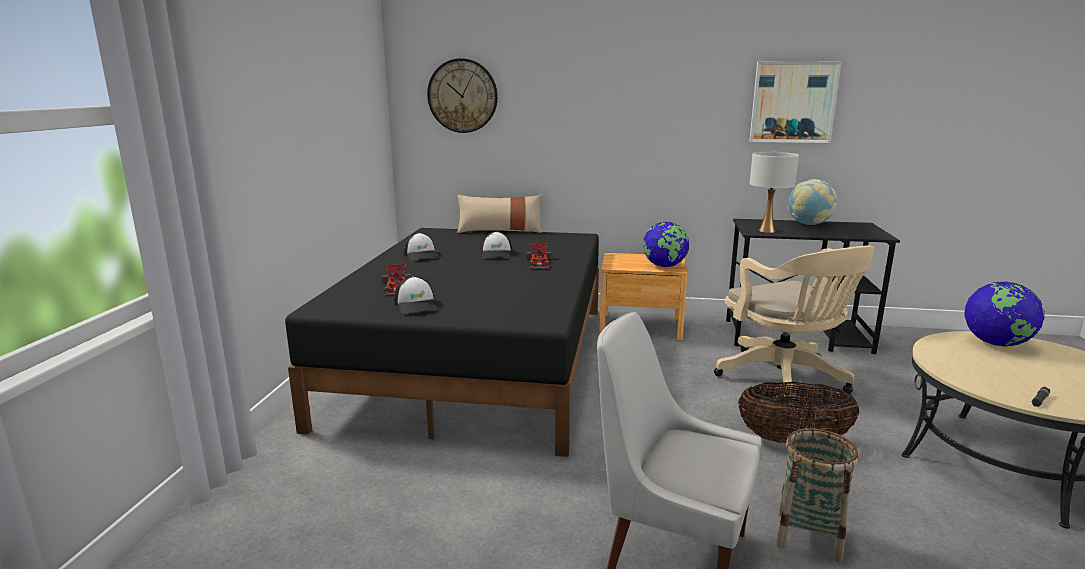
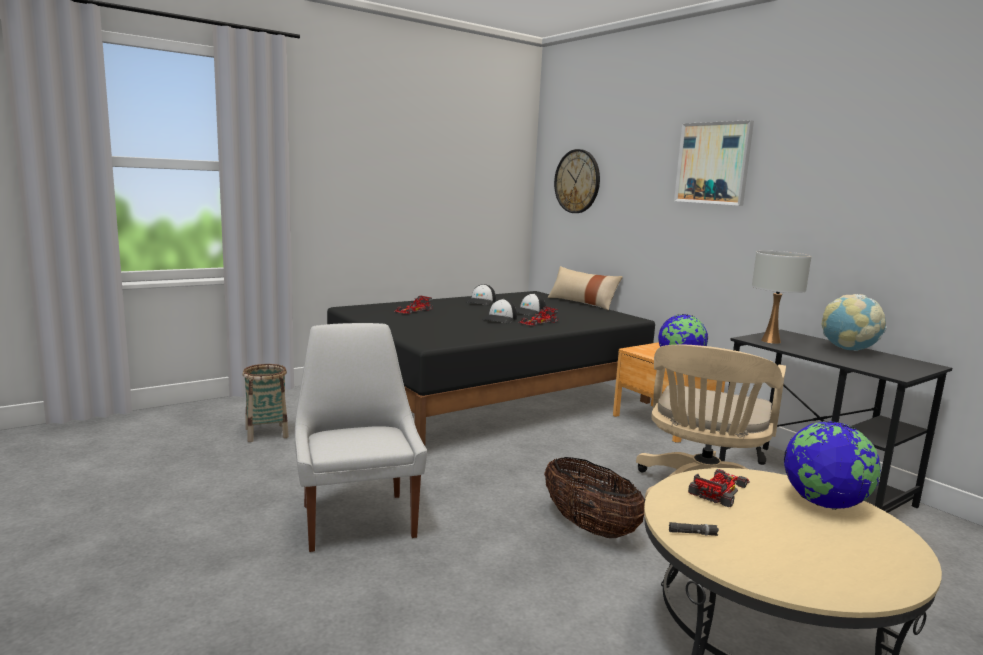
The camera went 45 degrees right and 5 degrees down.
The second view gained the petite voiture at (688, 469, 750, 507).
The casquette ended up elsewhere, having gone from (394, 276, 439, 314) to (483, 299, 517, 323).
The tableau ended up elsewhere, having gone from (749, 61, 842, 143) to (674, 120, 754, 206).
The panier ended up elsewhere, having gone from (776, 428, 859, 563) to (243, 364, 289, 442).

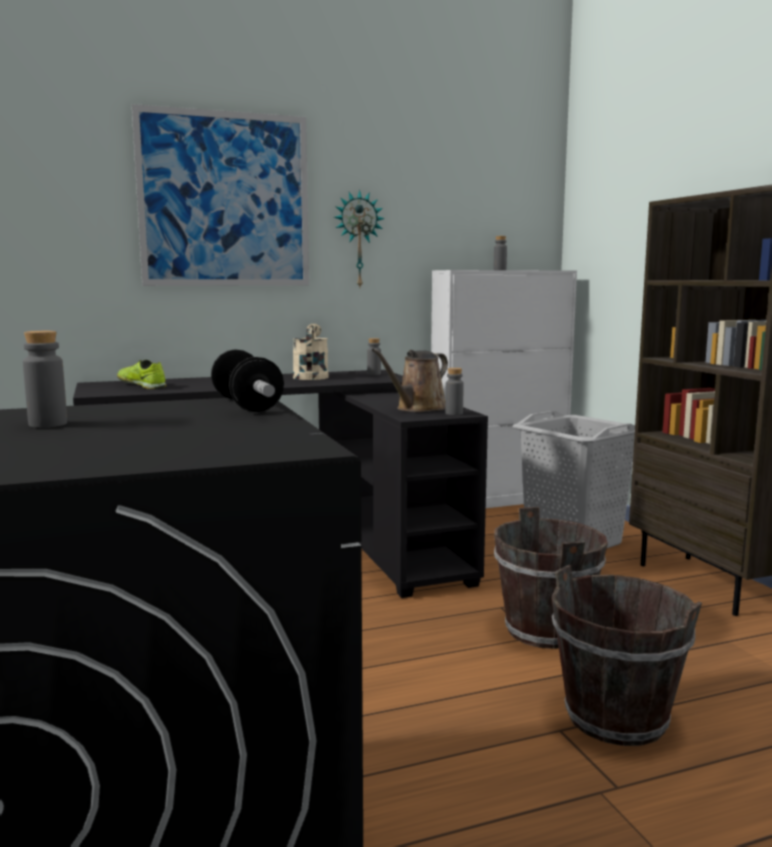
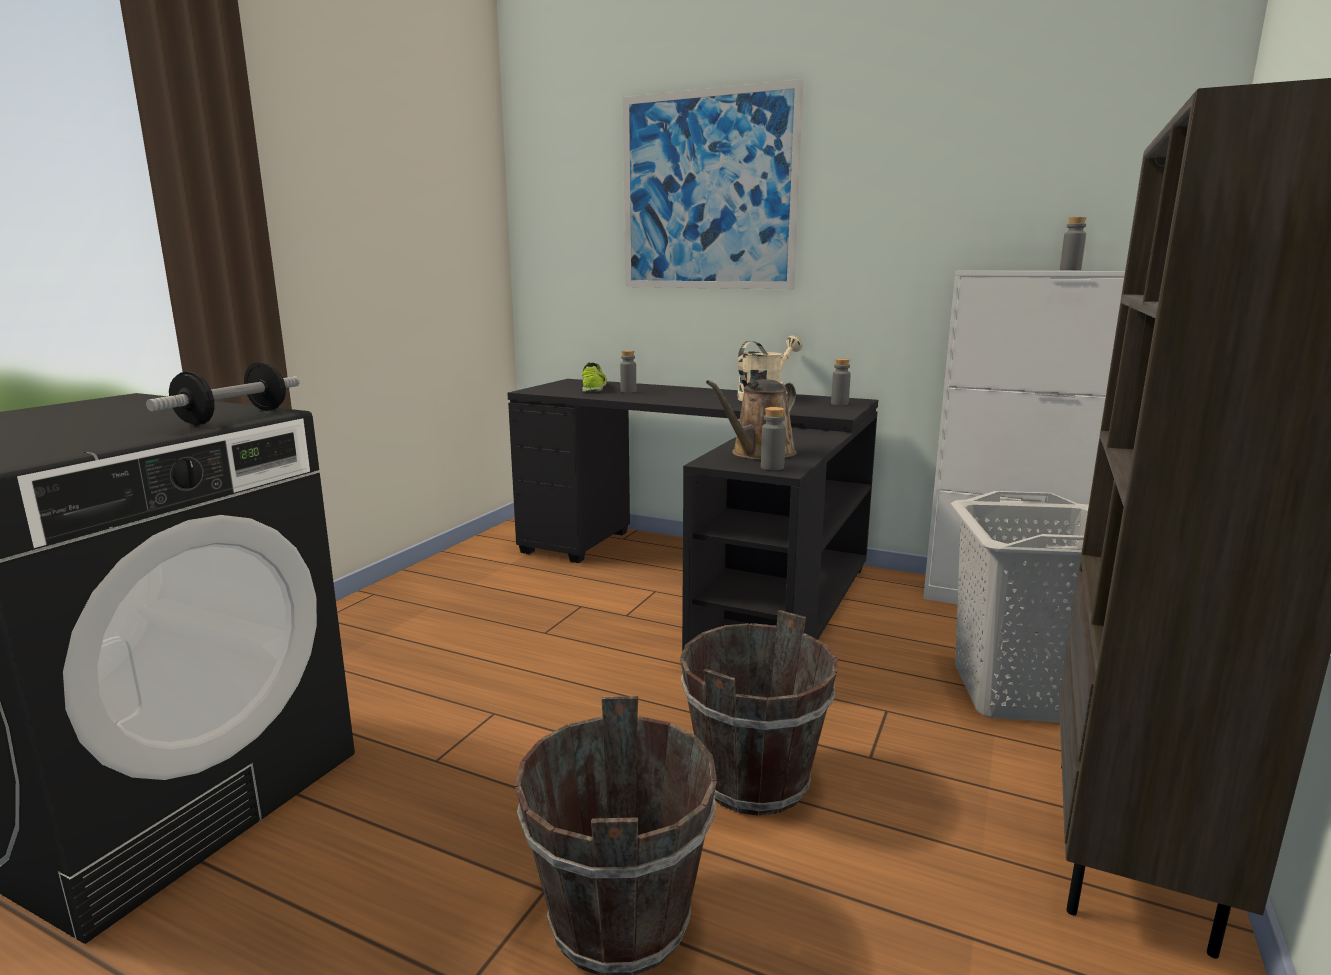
The camera went 45 degrees right and 5 degrees up.
The second view lost the horloge murale at (334, 190, 385, 287).
The bouteille [gris] ended up elsewhere, having gone from (23, 331, 67, 428) to (620, 350, 636, 393).
The arrosoir [marron] at (372, 348, 448, 412) ended up facing another way, 45 degrees counterclockwise from before.

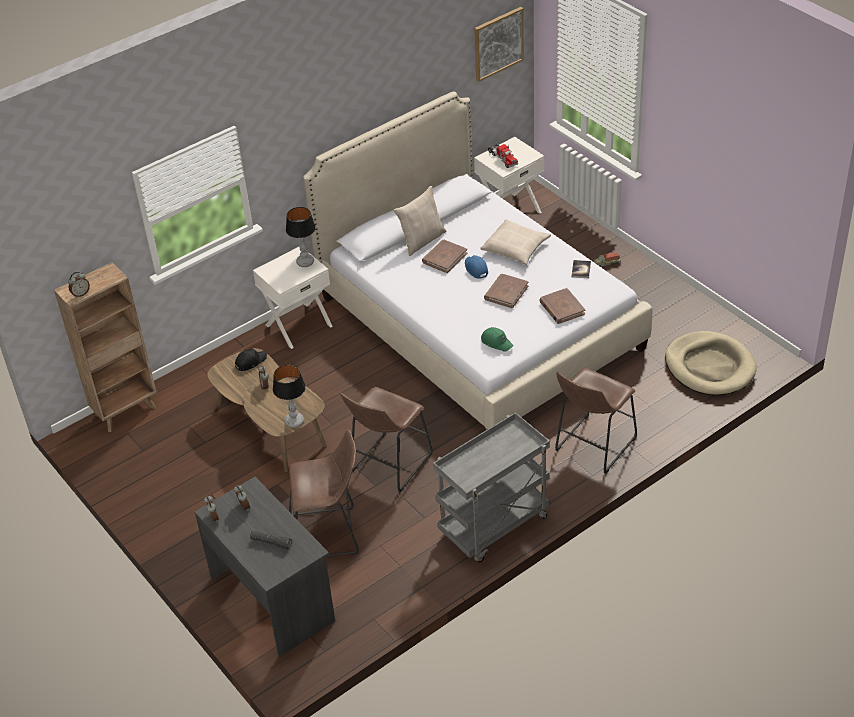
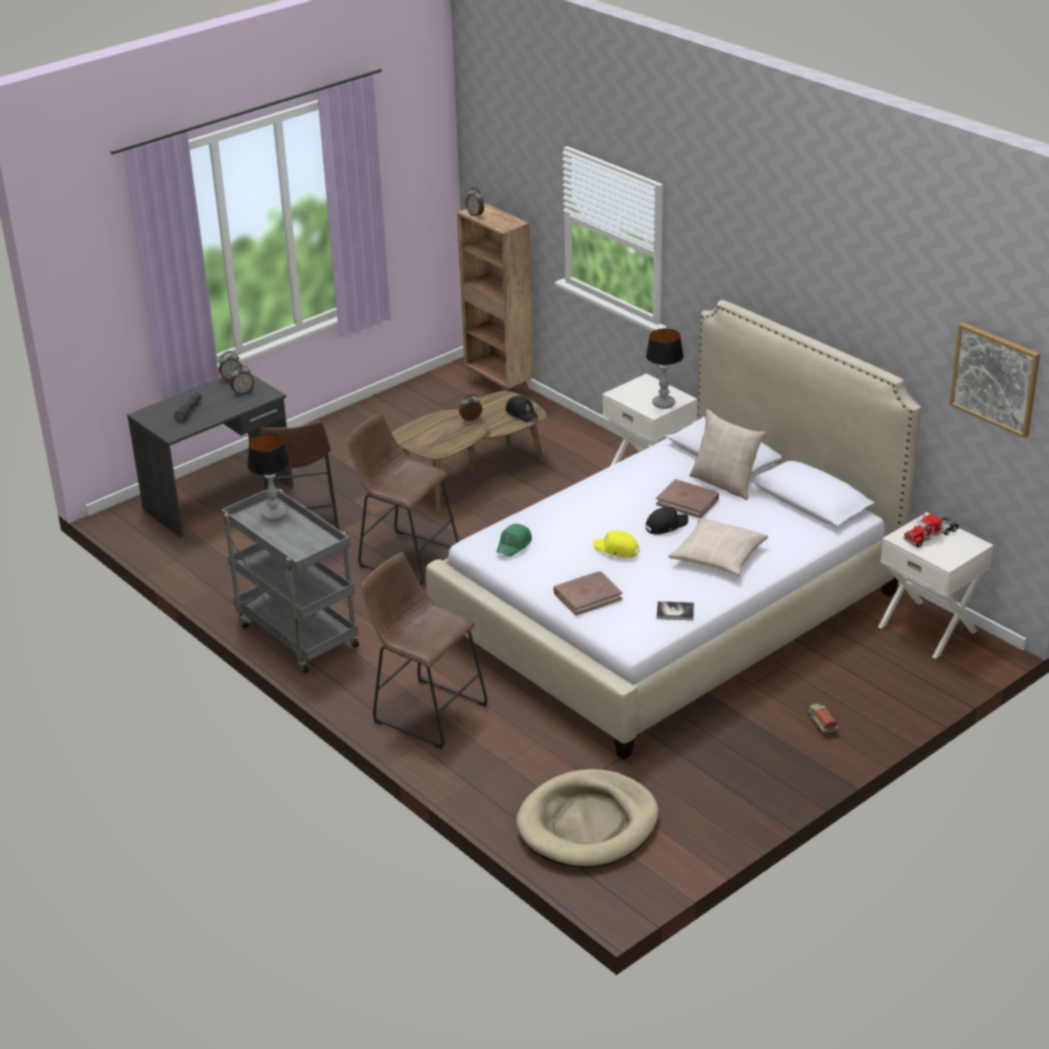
The camera went 85 degrees right and 10 degrees down.
The lampe de table ended up elsewhere, having gone from (273, 365, 306, 428) to (247, 433, 290, 522).
Where the livre [marron] stood at (484, 274, 529, 308), the casquette [jaune] came to stand at (593, 531, 640, 558).
What was the casquette [bleu] at (465, 255, 488, 279) turned into the casquette [noir] at (646, 507, 688, 535).

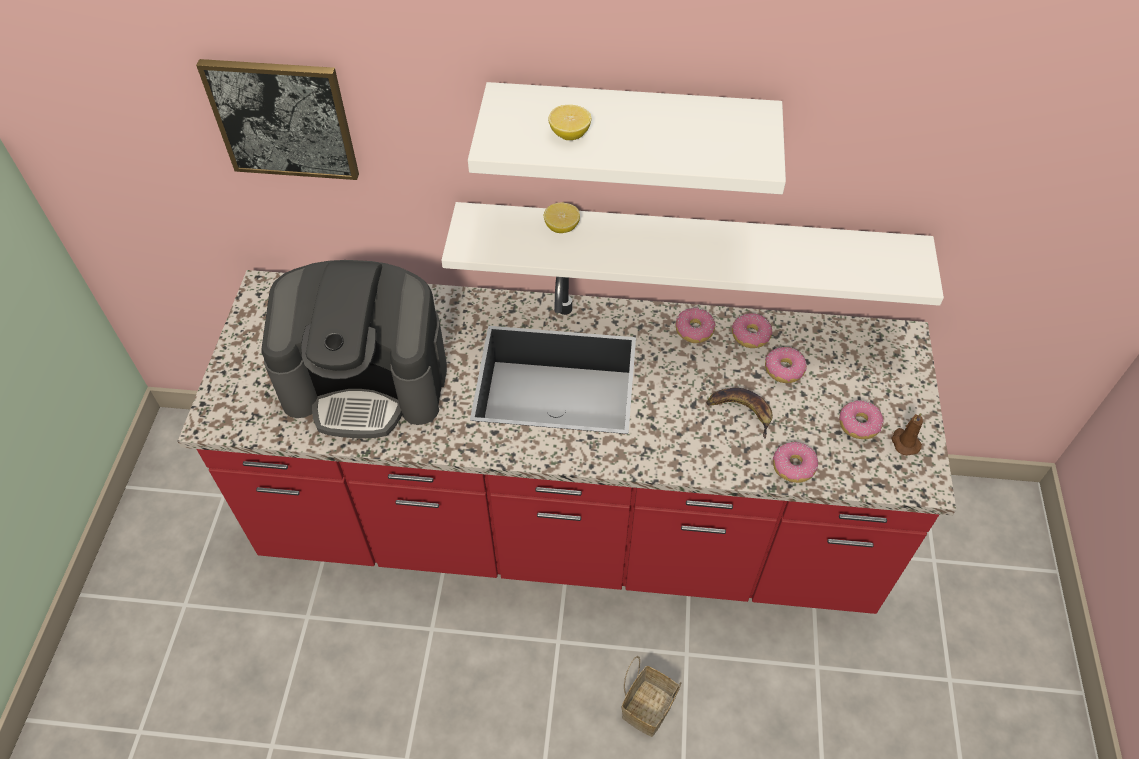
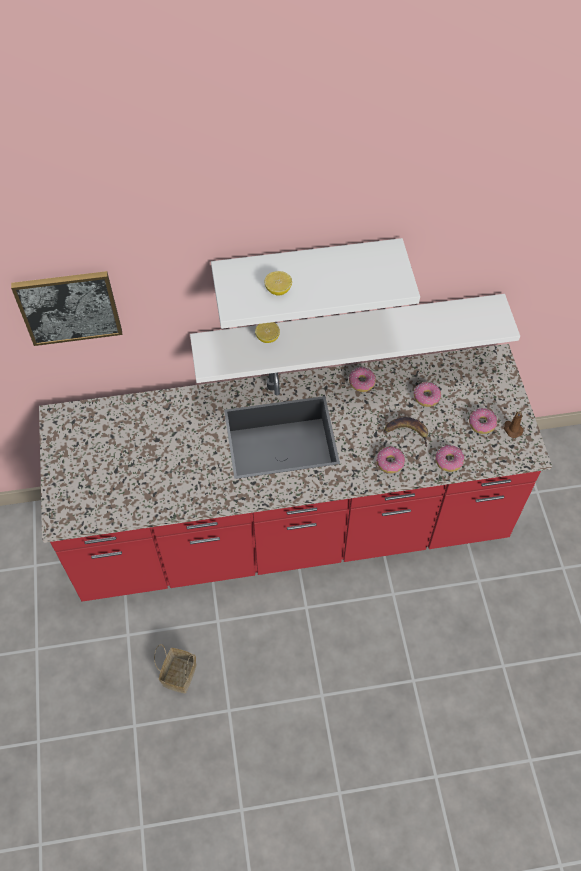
The camera went 15 degrees left and 5 degrees up.
The second view lost the machine à café at (261, 260, 447, 438).
The panier ended up elsewhere, having gone from (621, 656, 681, 737) to (154, 644, 197, 694).
The beignet ended up elsewhere, having gone from (732, 313, 772, 348) to (376, 447, 405, 473).

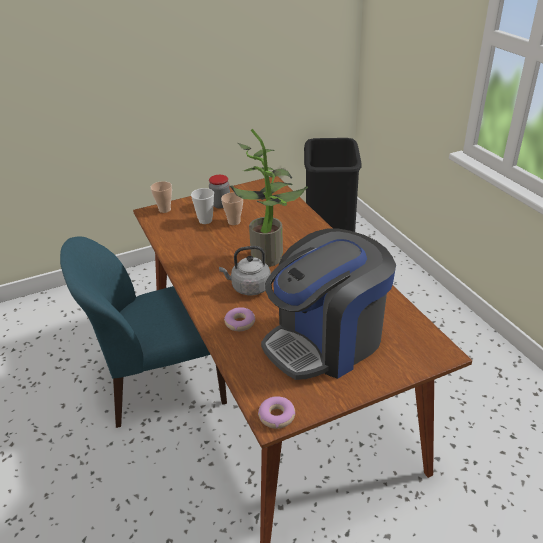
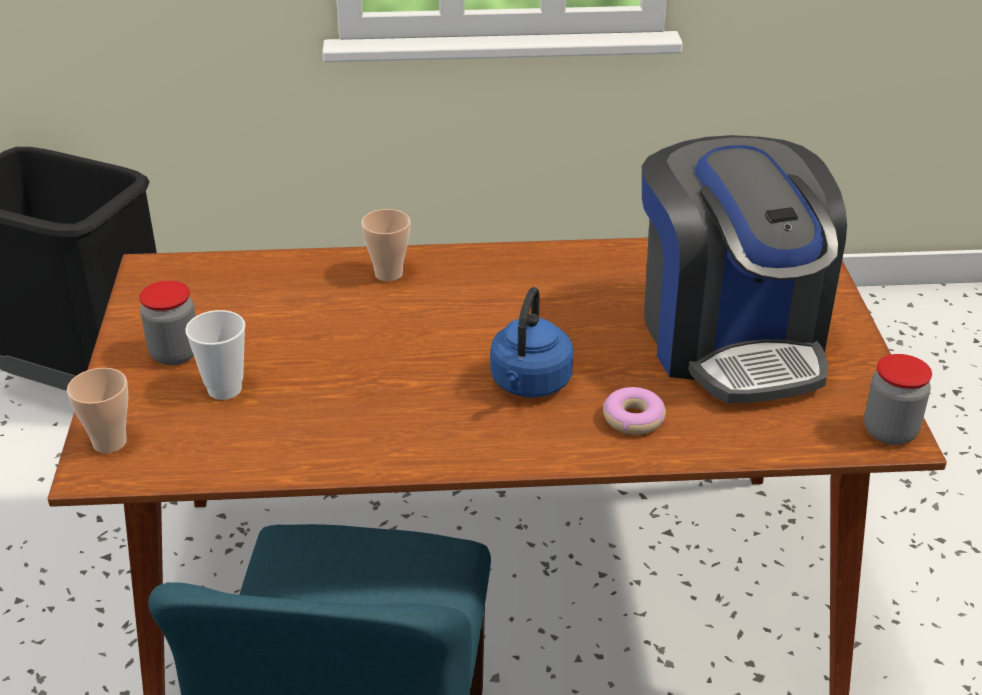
The camera went 70 degrees left and 0 degrees up.
The second view lost the plante en pot at (230, 129, 308, 267).
The tasse ended up elsewhere, having gone from (221, 192, 243, 225) to (361, 209, 410, 282).
Where the beignet stood at (258, 396, 296, 429), the bocal came to stand at (864, 354, 932, 445).
What was the bouilloire [gris] at (219, 246, 271, 295) turned into the bouilloire [bleu] at (490, 287, 574, 398).

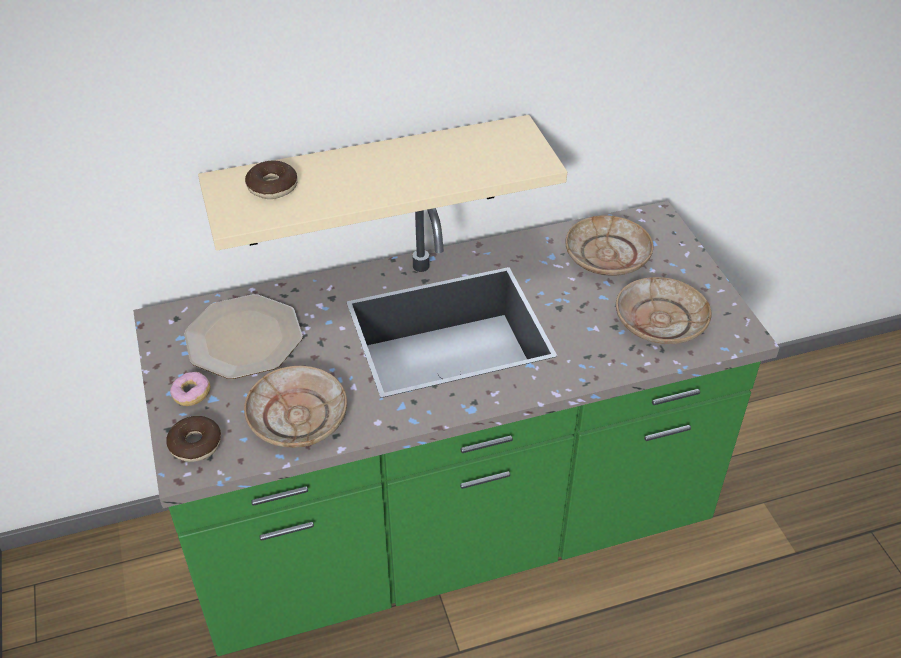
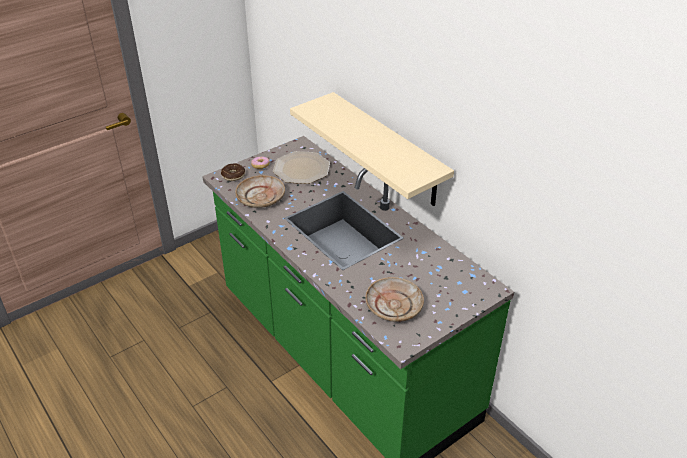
The camera went 70 degrees right and 5 degrees down.
The second view lost the beignet at (245, 160, 298, 199).
The second view lost the assiette [beige] at (565, 215, 653, 276).

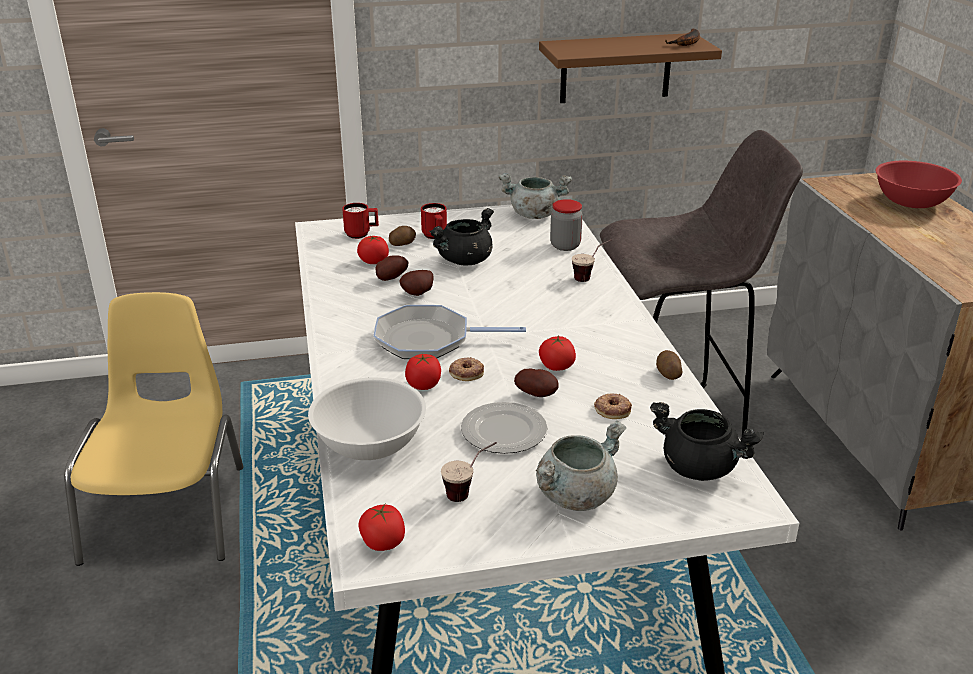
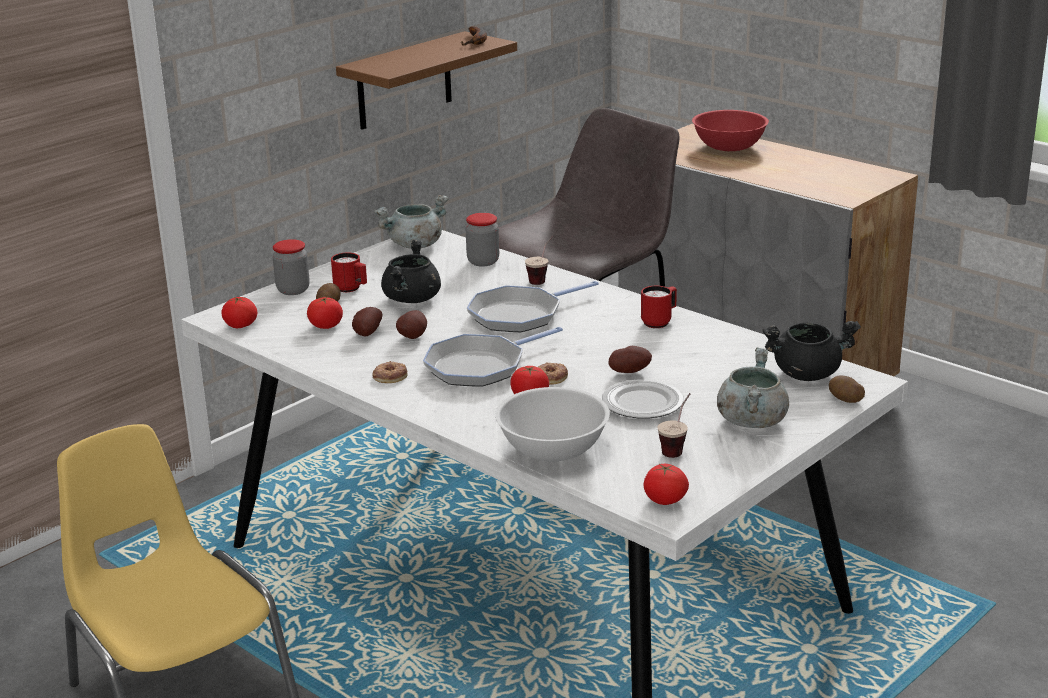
The camera went 35 degrees left and 5 degrees down.
The second view gained the bocal at (273, 239, 310, 295).
The second view gained the poêle at (467, 281, 599, 332).
The mug [rouge] ended up elsewhere, having gone from (342, 203, 379, 239) to (641, 286, 677, 328).
The tomate ended up elsewhere, having gone from (539, 335, 576, 371) to (221, 297, 257, 328).
The beignet ended up elsewhere, having gone from (594, 393, 632, 419) to (373, 361, 408, 383).
The pomme de terre ended up elsewhere, having gone from (656, 350, 682, 380) to (829, 375, 865, 403).

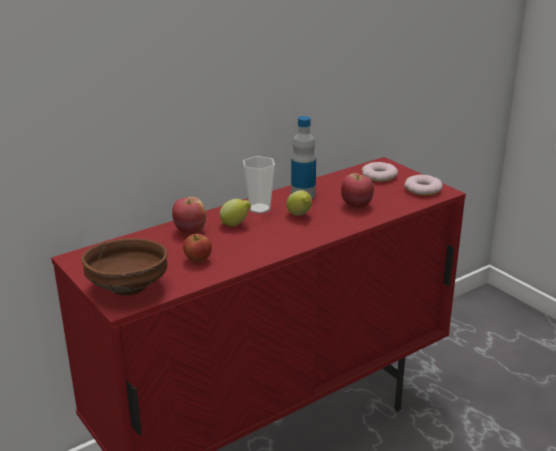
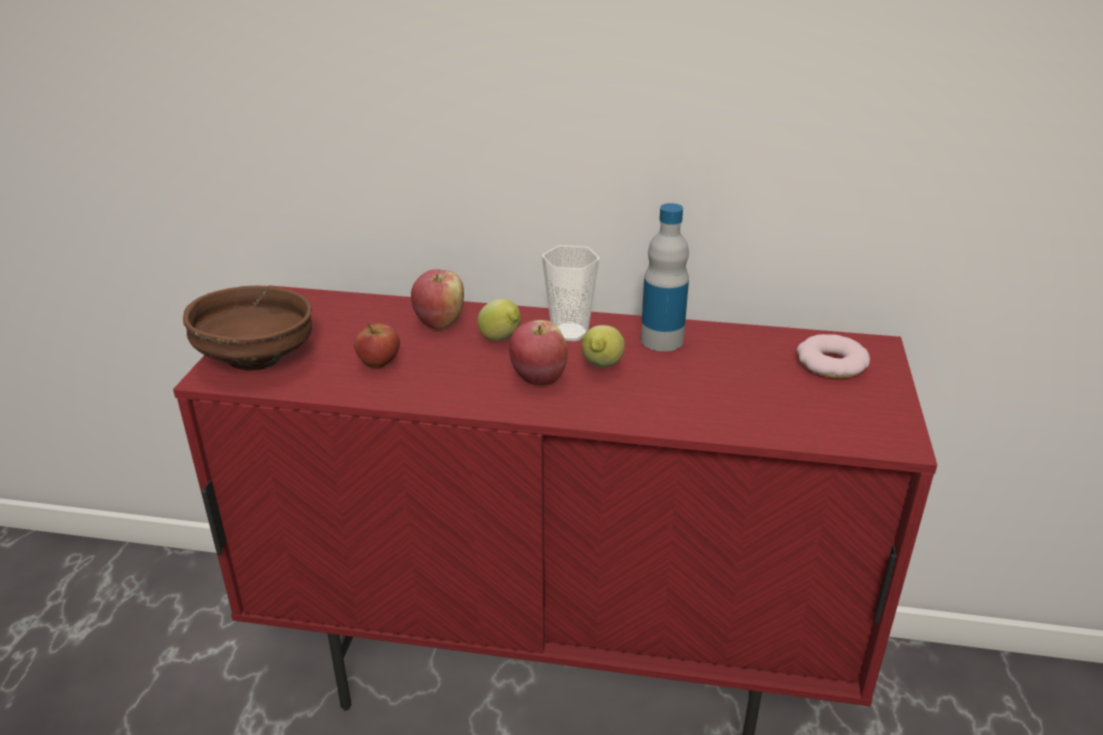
The camera went 45 degrees right and 5 degrees up.
The second view lost the beignet at (404, 175, 443, 195).
The pomme ended up elsewhere, having gone from (341, 173, 374, 208) to (509, 320, 568, 385).

